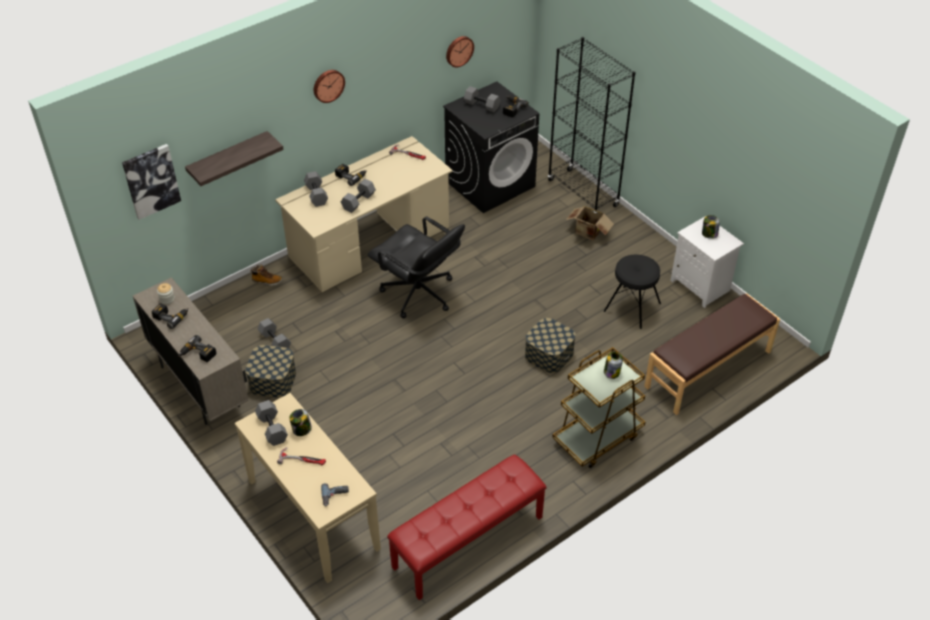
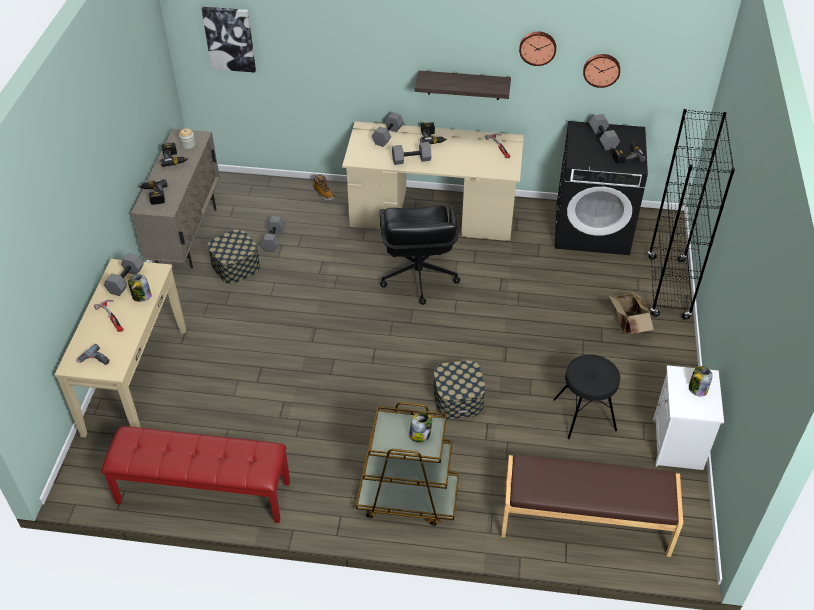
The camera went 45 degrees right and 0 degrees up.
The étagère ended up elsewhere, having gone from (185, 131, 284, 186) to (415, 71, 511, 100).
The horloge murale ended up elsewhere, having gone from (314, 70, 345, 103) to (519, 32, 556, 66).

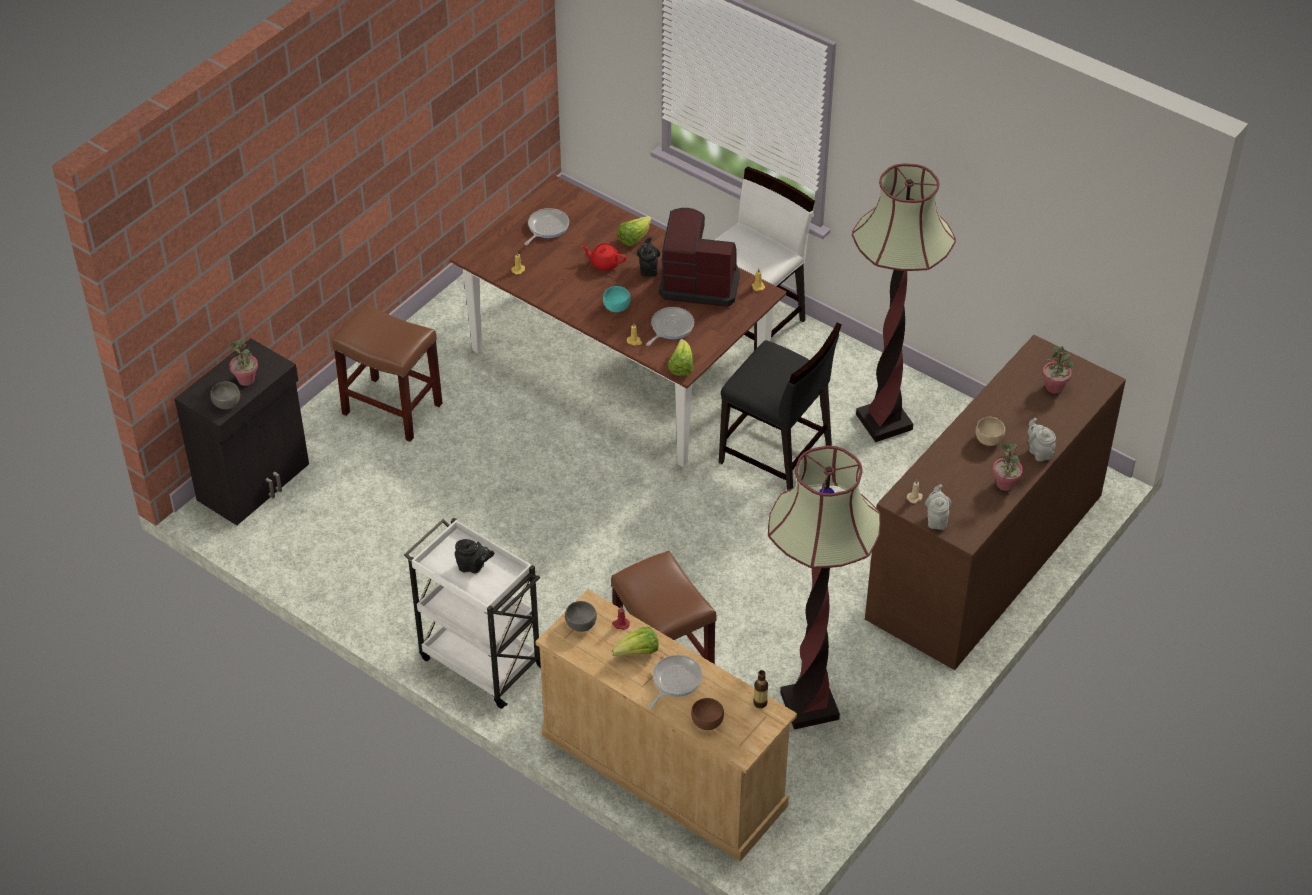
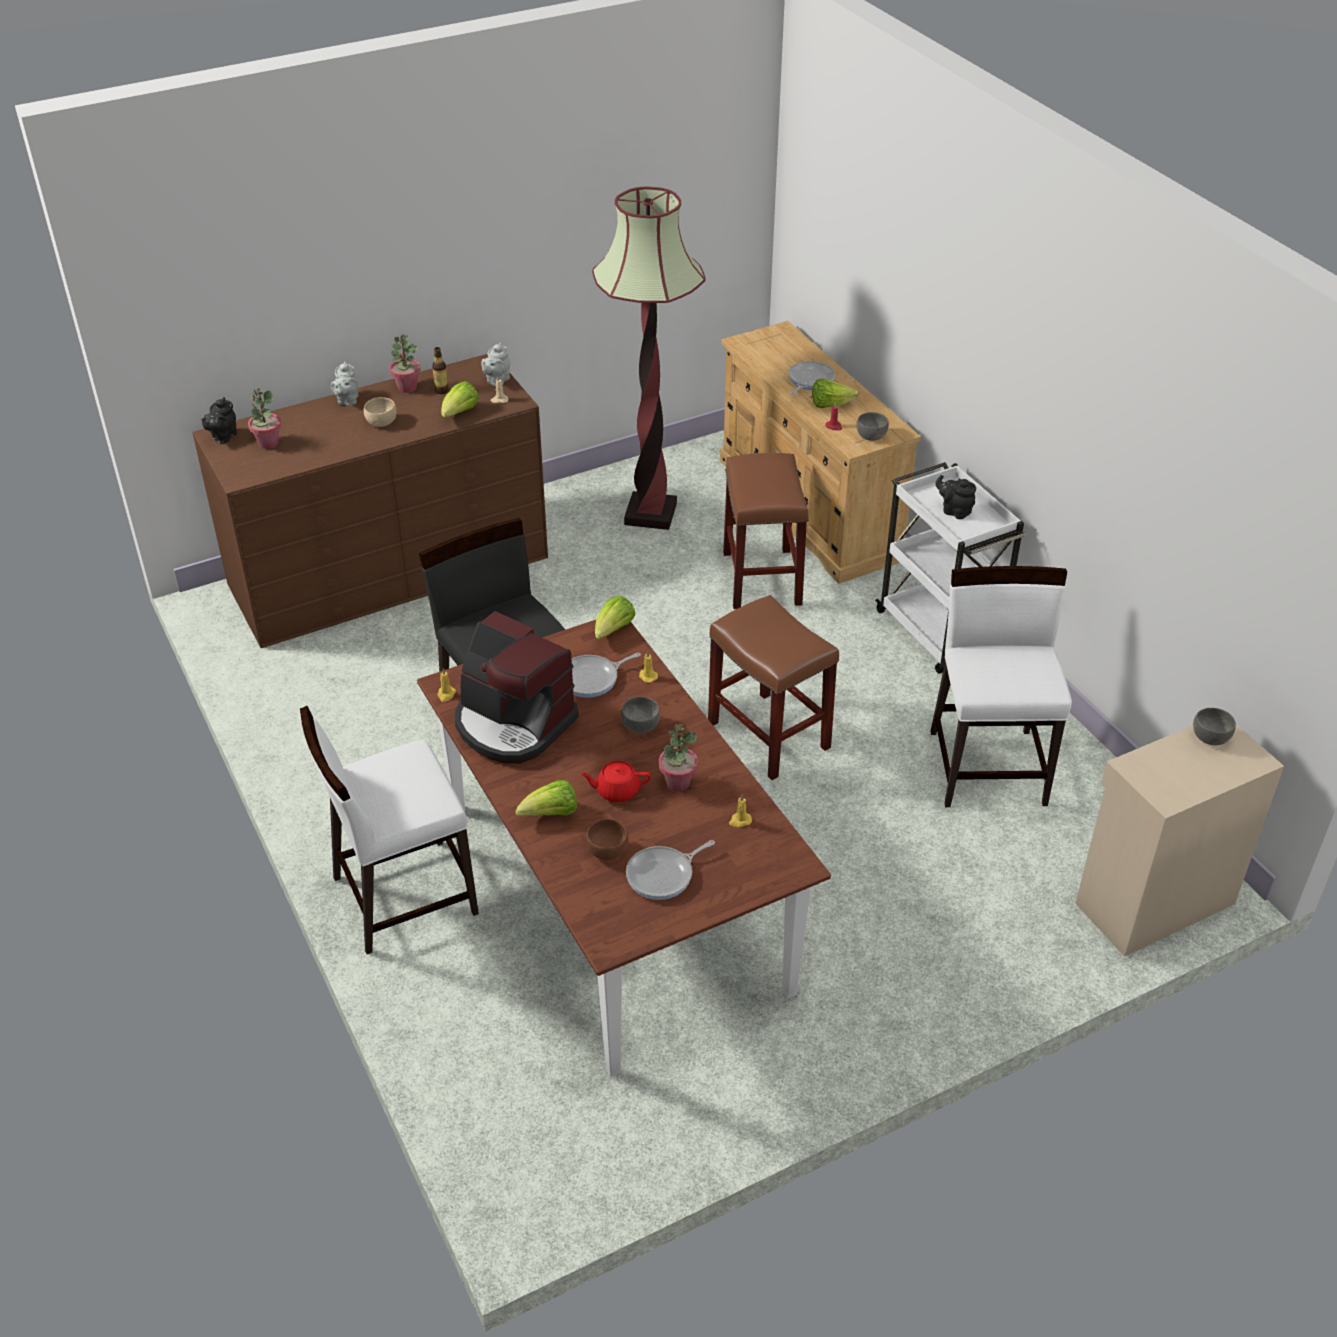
The camera went 155 degrees left and 5 degrees down.
The second view lost the lampadaire at (852, 163, 956, 442).
The second view gained the laitue at (441, 381, 479, 418).
The second view gained the chaise [blanc] at (930, 566, 1072, 807).
The plante en pot ended up elsewhere, having gone from (229, 340, 258, 386) to (659, 724, 698, 791).
The tabouret [marron] ended up elsewhere, having gone from (332, 304, 442, 442) to (708, 595, 839, 780).
The théière [noir] ended up elsewhere, having gone from (637, 237, 660, 277) to (201, 397, 237, 443).
The bol [marron] ended up elsewhere, having gone from (691, 698, 724, 730) to (586, 819, 629, 860).
The bouteille ended up elsewhere, having gone from (753, 670, 768, 708) to (432, 347, 449, 394).
What was the meuble de rangement [noir] at (175, 338, 309, 525) turned into the meuble de rangement [beige] at (1075, 724, 1284, 957).
What was the bol [turquoise] at (603, 286, 631, 312) turned into the bol [gris] at (621, 696, 660, 733).
The théière [rouge] at (581, 243, 626, 271) ended up facing another way, 135 degrees clockwise from before.
The poêle at (649, 655, 703, 708) ended up facing another way, 150 degrees clockwise from before.

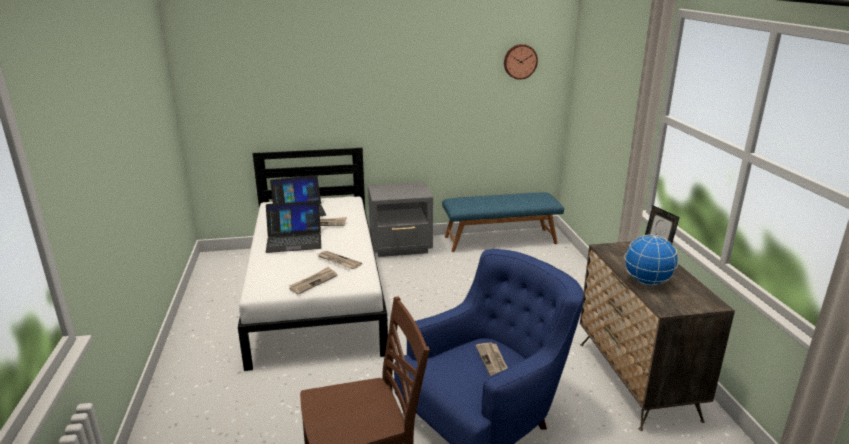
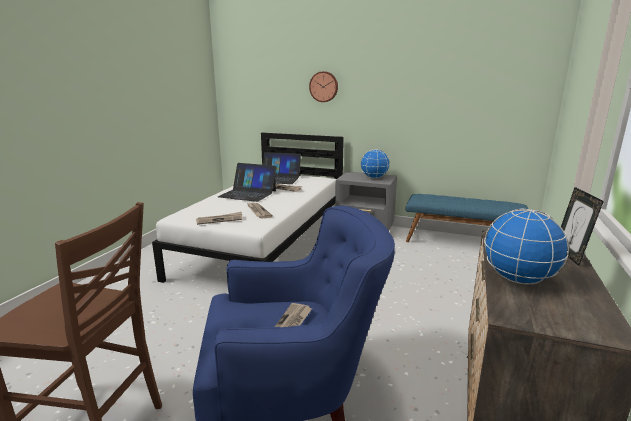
The camera went 30 degrees right and 5 degrees down.
The second view gained the globe at (360, 149, 390, 178).
The horloge murale ended up elsewhere, having gone from (504, 44, 538, 80) to (309, 71, 338, 102).

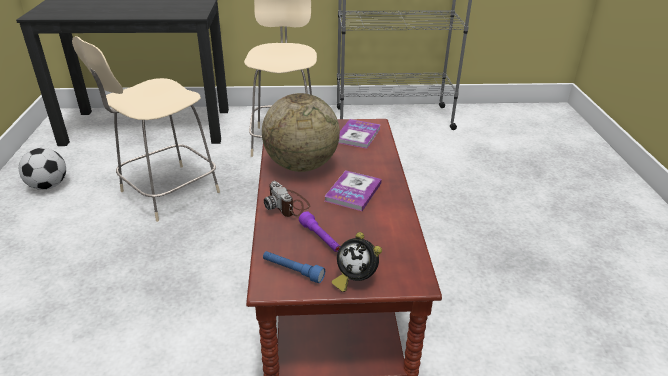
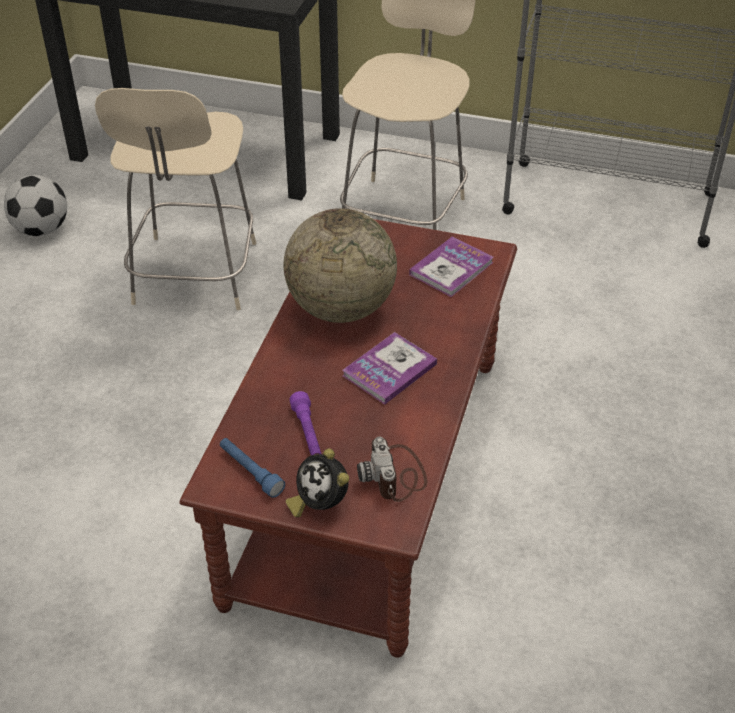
The camera went 20 degrees right and 10 degrees up.
The appareil photo ended up elsewhere, having gone from (264, 181, 310, 217) to (357, 437, 427, 502).
The chaise [beige] at (72, 36, 220, 222) ended up facing another way, 60 degrees counterclockwise from before.

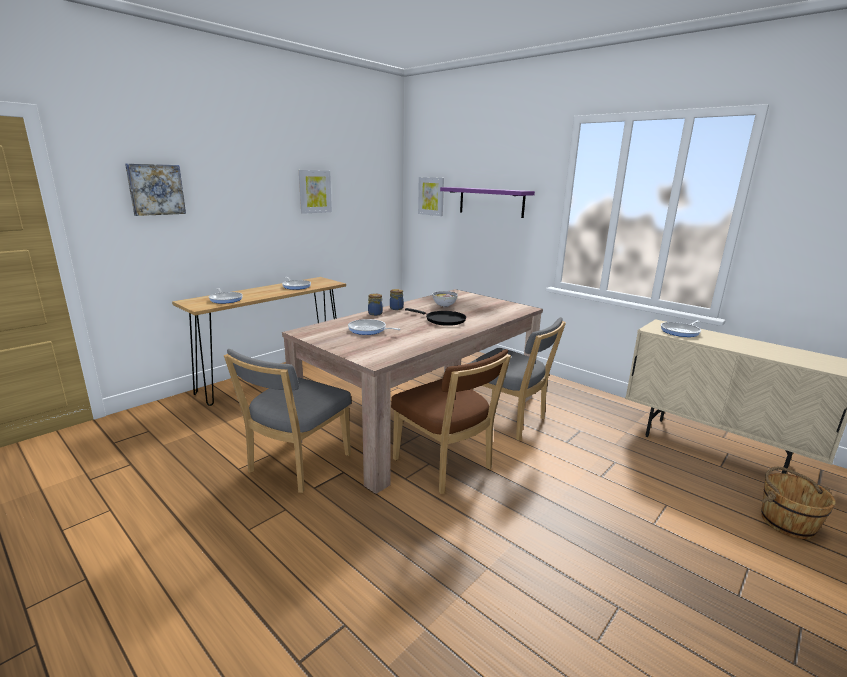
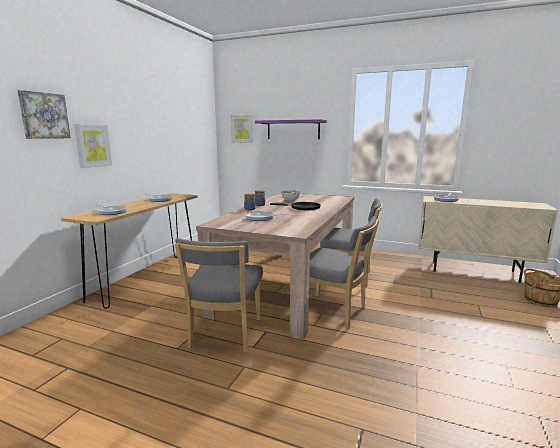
The camera went 20 degrees left and 5 degrees down.
The tableau ended up elsewhere, having gone from (299, 170, 332, 214) to (74, 124, 112, 168).
What was the chaise [marron] at (391, 349, 511, 494) turned into the chaise [gris] at (309, 216, 379, 329).

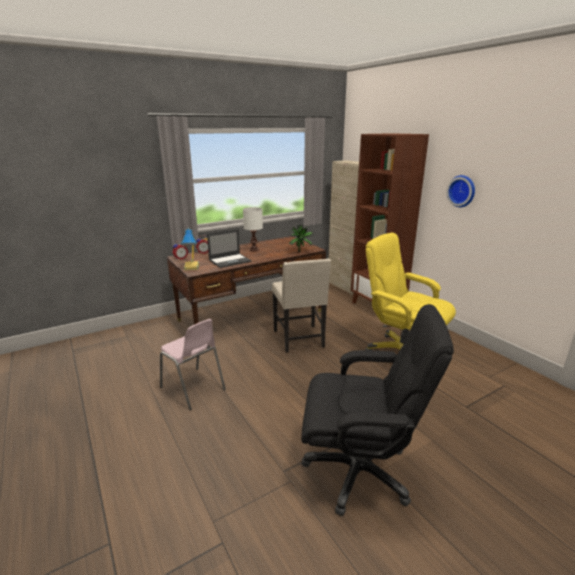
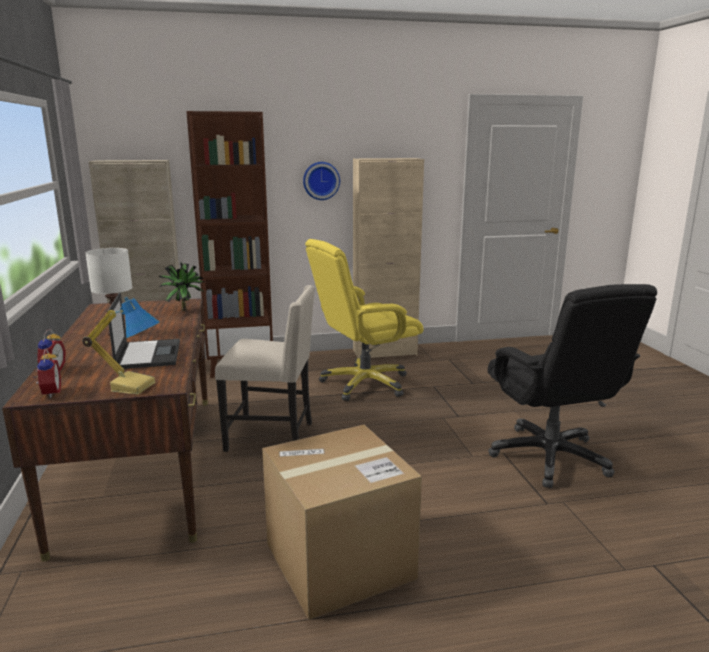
The camera went 70 degrees left and 5 degrees down.
The second view gained the meuble de rangement [beige] at (353, 158, 424, 358).
Where the chaise [rose] stood at (160, 319, 226, 410), the carton came to stand at (262, 425, 422, 620).
The chaise de bureau [noir] at (301, 304, 454, 516) ended up facing another way, 135 degrees clockwise from before.

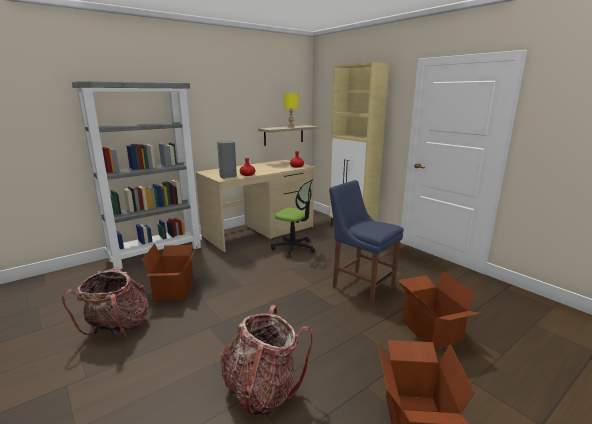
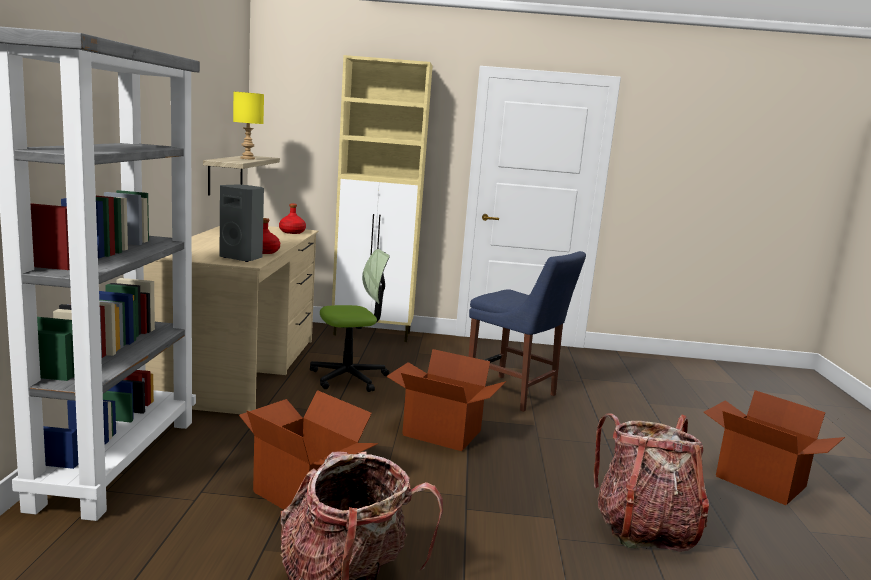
The camera went 50 degrees left and 5 degrees down.
The carton ended up elsewhere, having gone from (398, 272, 481, 349) to (386, 349, 506, 451).
The chaise [bleu] at (329, 180, 404, 304) ended up facing another way, 135 degrees counterclockwise from before.

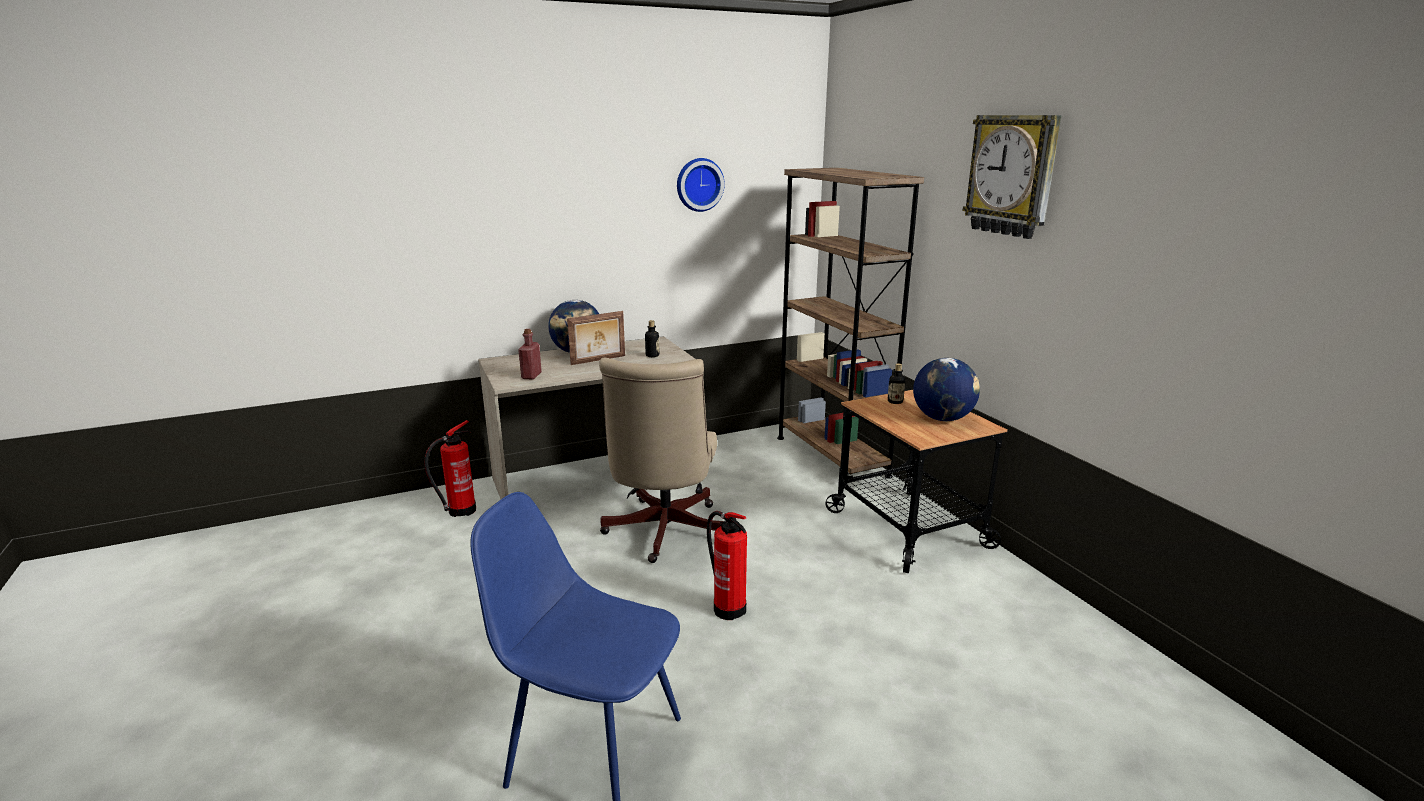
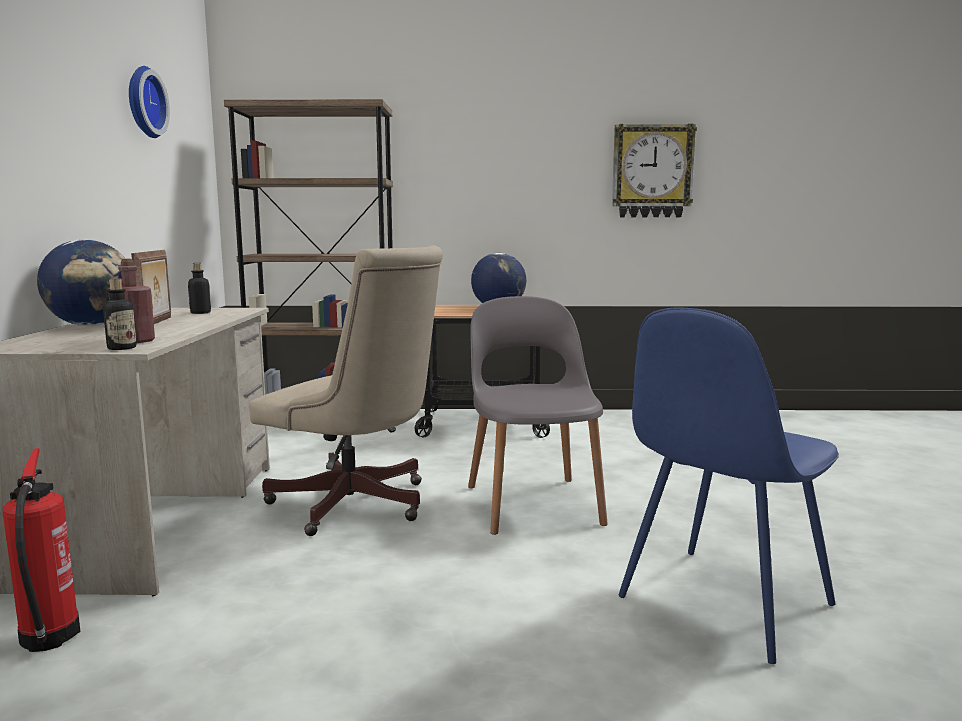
The camera went 65 degrees left and 10 degrees down.
The bouteille ended up elsewhere, having gone from (888, 363, 905, 404) to (103, 279, 136, 350).
The horloge murale ended up elsewhere, having gone from (963, 115, 1061, 239) to (612, 124, 697, 217).
Where the extincteur stood at (707, 511, 747, 620), the chaise [gris] came to stand at (468, 296, 608, 535).

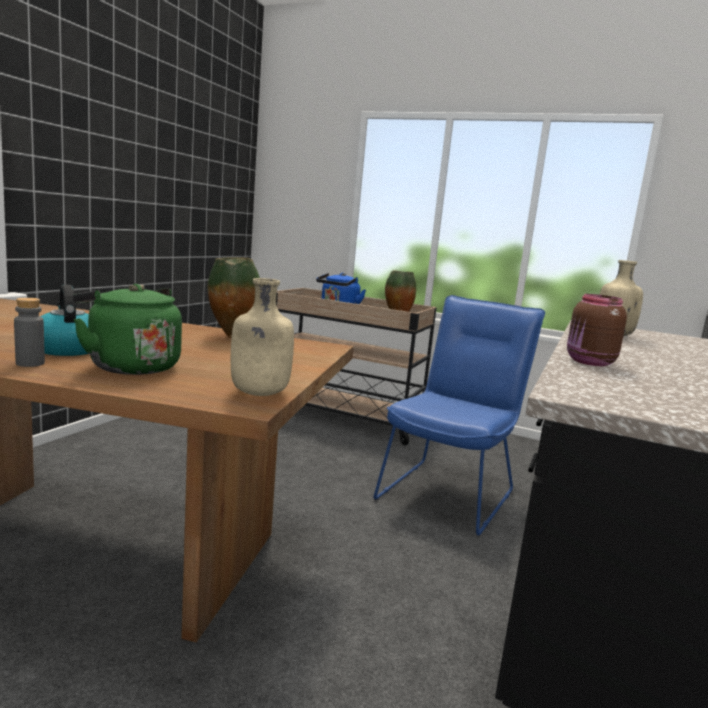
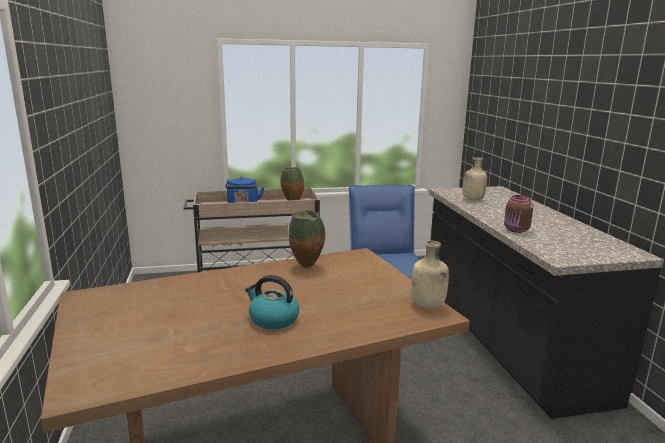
The camera went 35 degrees left and 5 degrees up.
The second view lost the bouteille [gris] at (14, 298, 45, 367).
The second view lost the bouilloire [vert] at (73, 284, 182, 375).

